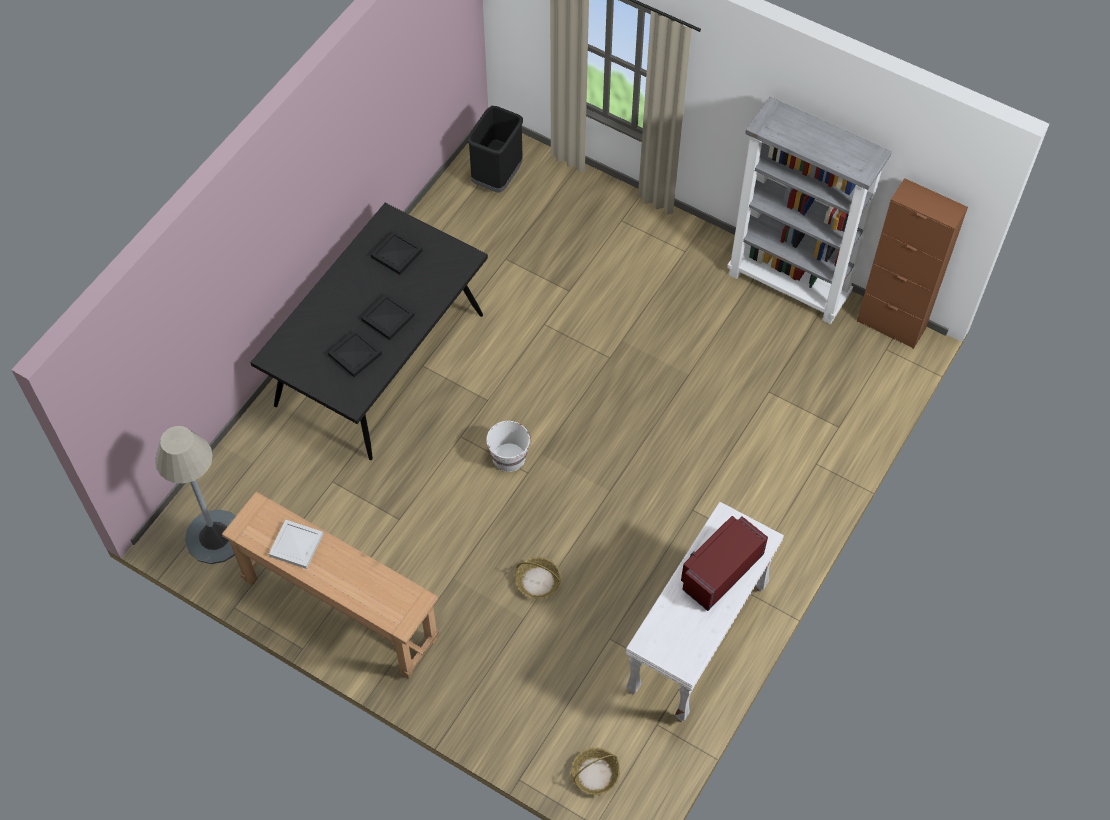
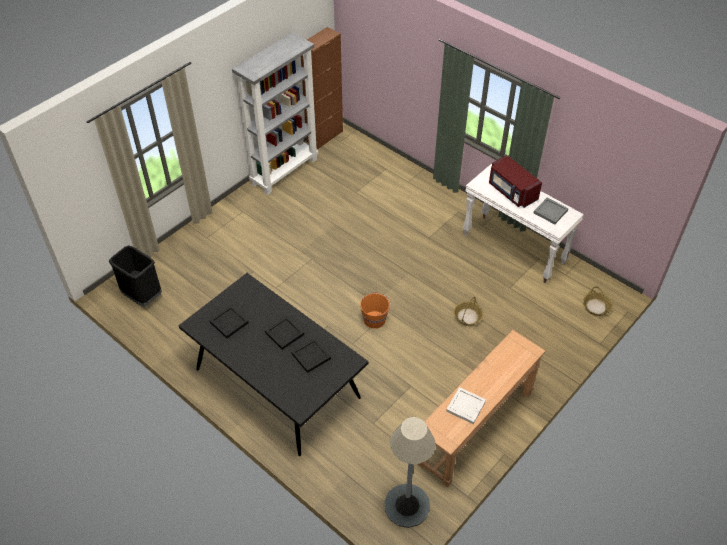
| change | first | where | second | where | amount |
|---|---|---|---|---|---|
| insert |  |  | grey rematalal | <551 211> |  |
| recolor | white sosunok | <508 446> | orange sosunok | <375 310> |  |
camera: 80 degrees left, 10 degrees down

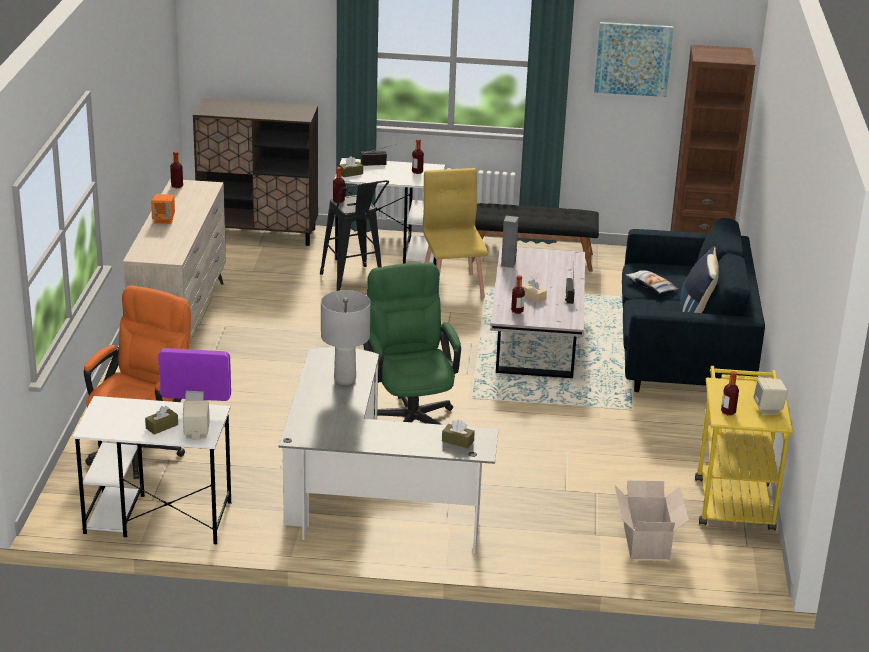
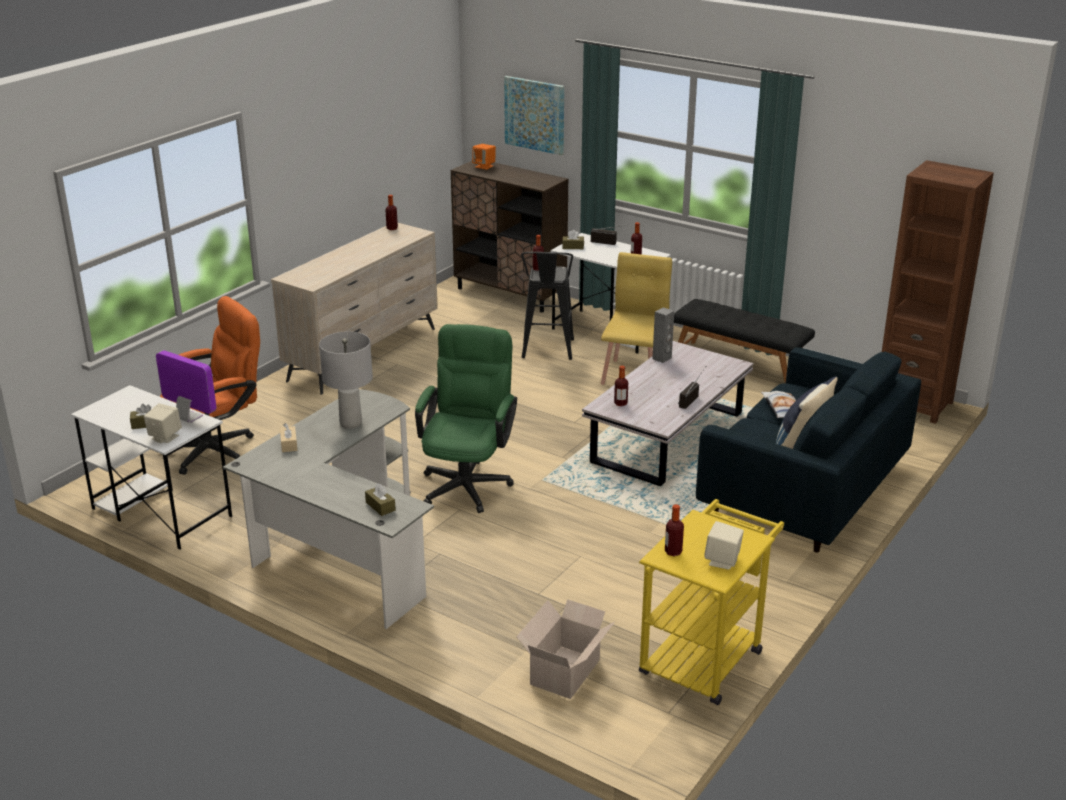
| change | first | where | second | where | amount |
|---|---|---|---|---|---|
| move | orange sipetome | <163 209> |  | <484 157> |  |
| move | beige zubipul | <534 291> |  | <289 437> |  |
| move | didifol | <634 59> |  | <534 115> |  |
camera: 30 degrees right, 0 degrees up

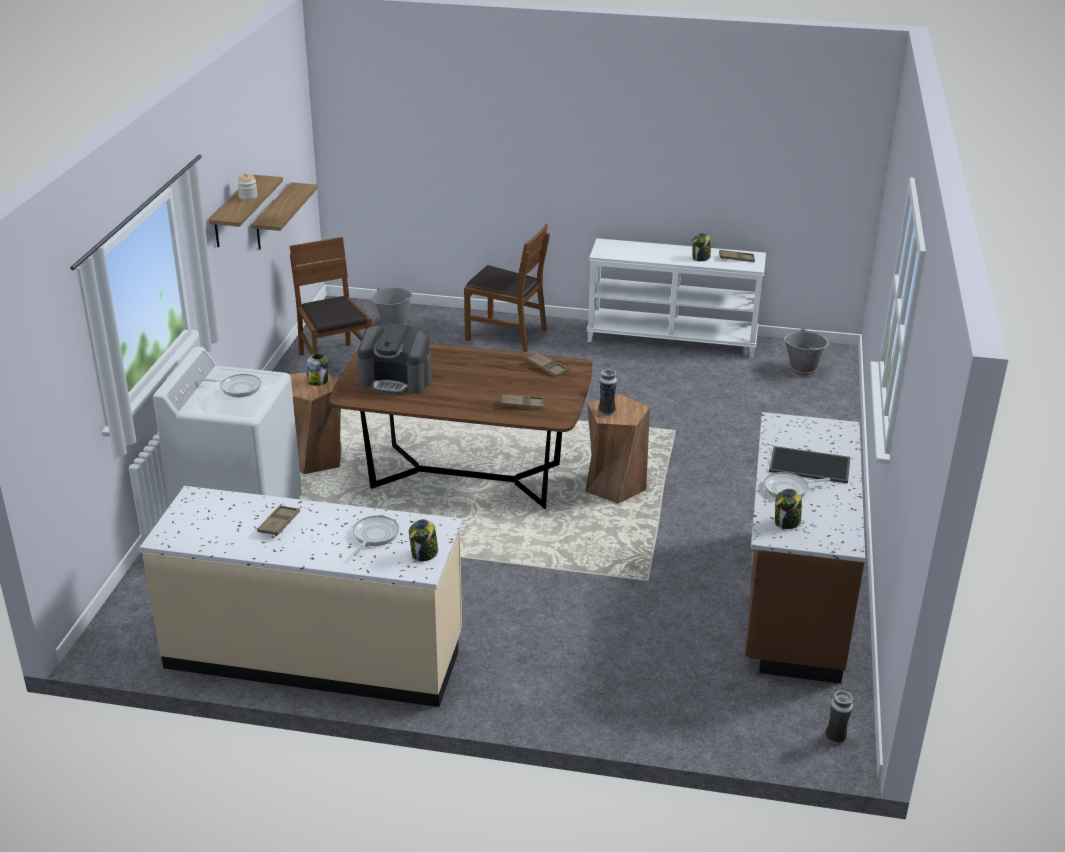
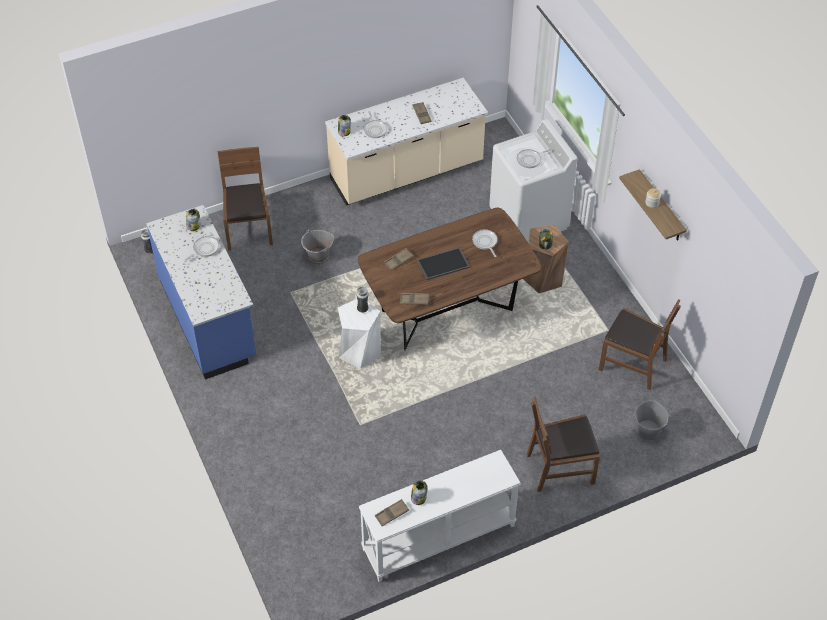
| change | first | where | second | where | amount |
|---|---|---|---|---|---|
| delete | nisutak | <285 216> |  |  |  |
| insert |  |  | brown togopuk | <245 198> |  |
| move | rematalal | <809 465> |  | <443 263> |  |
| move | grey sosunok | <806 352> |  | <317 247> |  |
| replace | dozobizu | <394 359> | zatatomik | <485 243> |  |
| recolor | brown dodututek | <617 449> | white dodututek | <359 334> |  |
| recolor | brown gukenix | <805 548> | blue gukenix | <201 292> |  |
camera: 145 degrees right, 20 degrees up

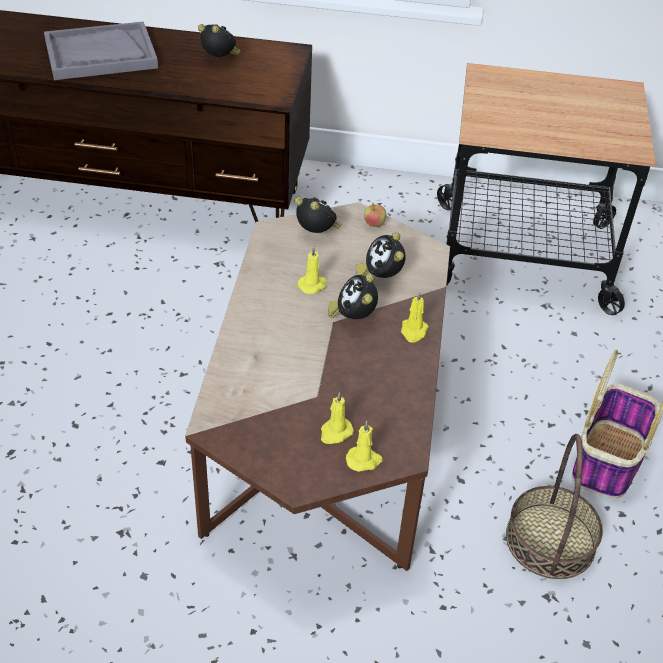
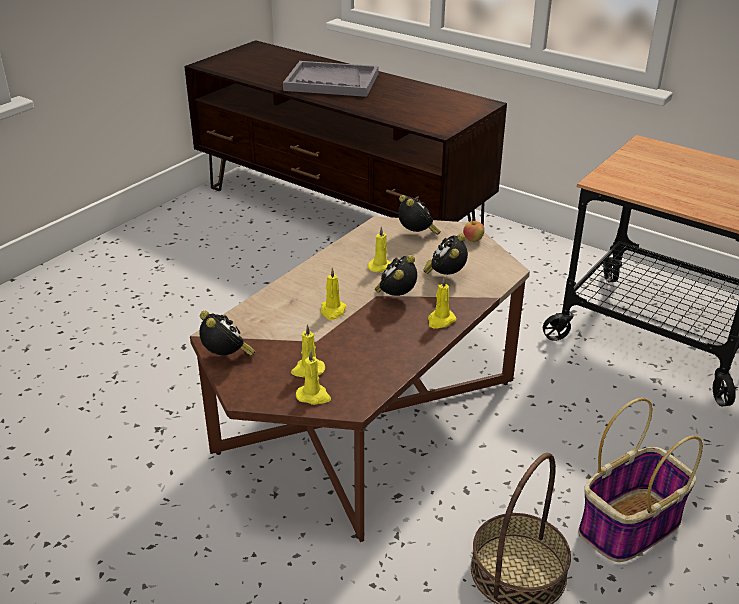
| change | first | where | second | where | amount |
|---|---|---|---|---|---|
| insert |  |  | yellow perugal | <334 293> |  |
| move | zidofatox | <219 40> |  | <227 333> |  |
camera: 30 degrees right, 10 degrees down

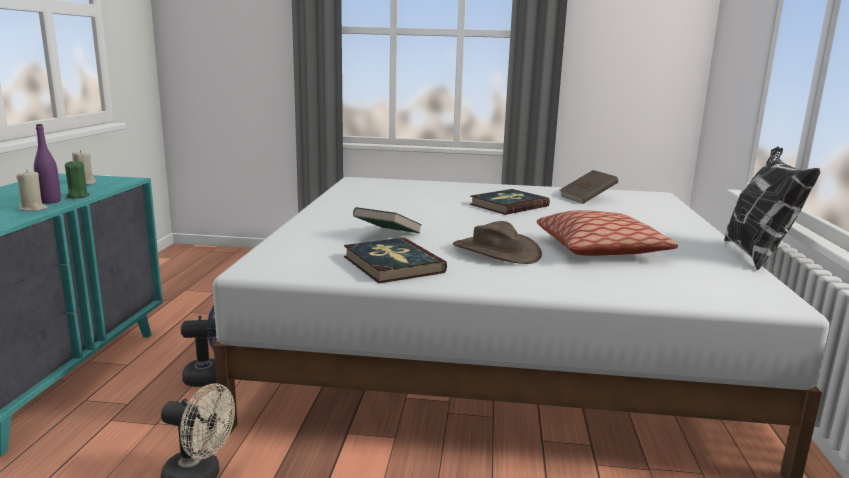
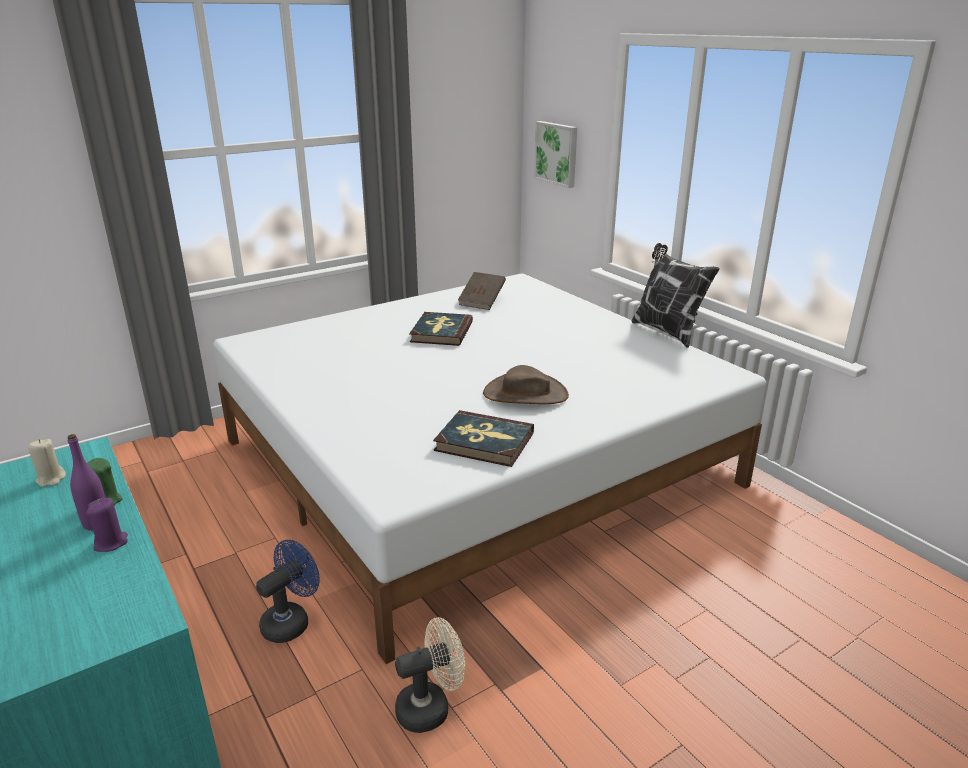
| change | first | where | second | where | amount |
|---|---|---|---|---|---|
| delete | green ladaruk | <387 220> |  |  |  |
| delete | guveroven | <607 233> |  |  |  |
| insert |  |  | didifol | <555 154> |  |
| recolor | beige perugal | <32 190> | purple perugal | <107 525> |  |
camera: 40 degrees left, 10 degrees up

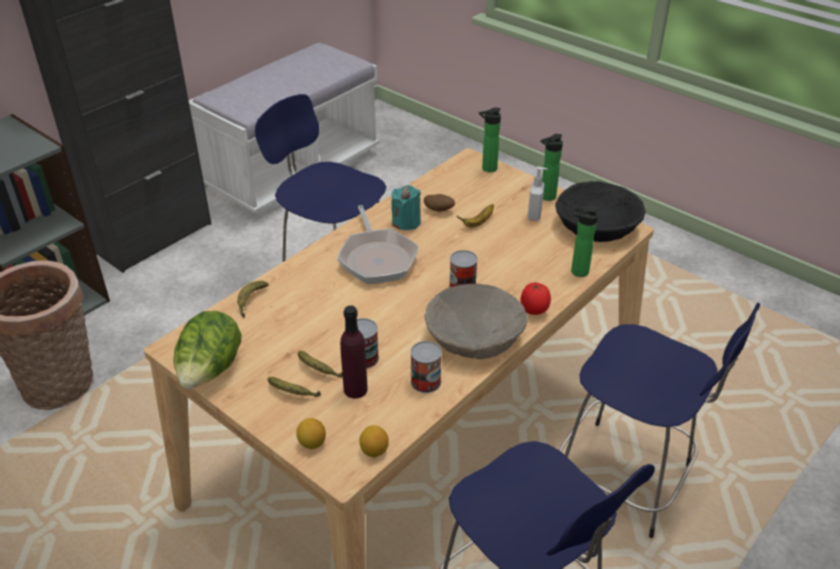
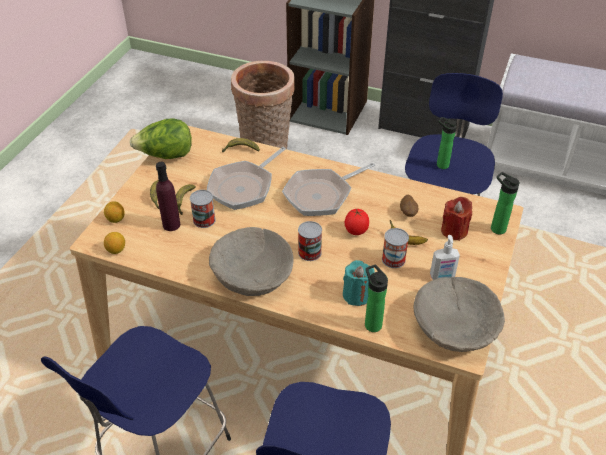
| change | first | where | second | where | amount |
|---|---|---|---|---|---|
| insert |  |  | zatatomik | <246 178> |  |
| insert |  |  | red perugal | <456 219> |  |
| move | turquoise perugal | <406 207> |  | <358 283> |  |
| move | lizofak | <426 367> |  | <395 248> |  |
| move | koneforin | <535 298> |  | <357 221> |  |
| move | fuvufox | <551 167> |  | <447 143> |  |
| recolor | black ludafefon | <600 211> | beige ludafefon | <459 314> |  |
camera: 70 degrees right, 5 degrees up

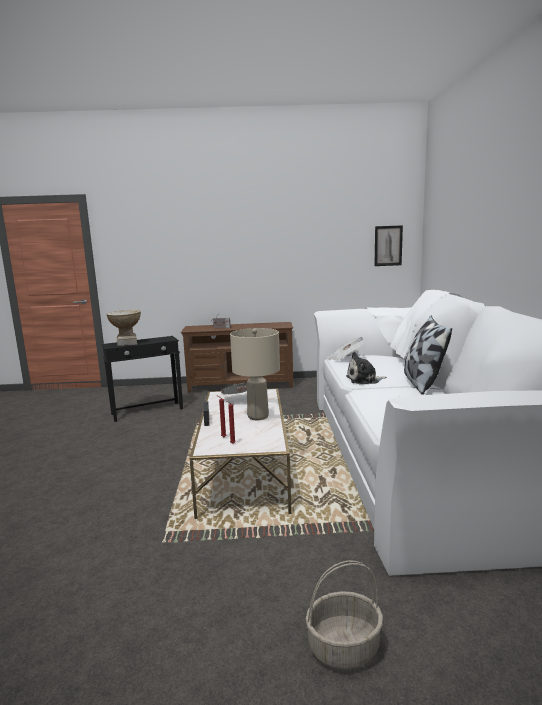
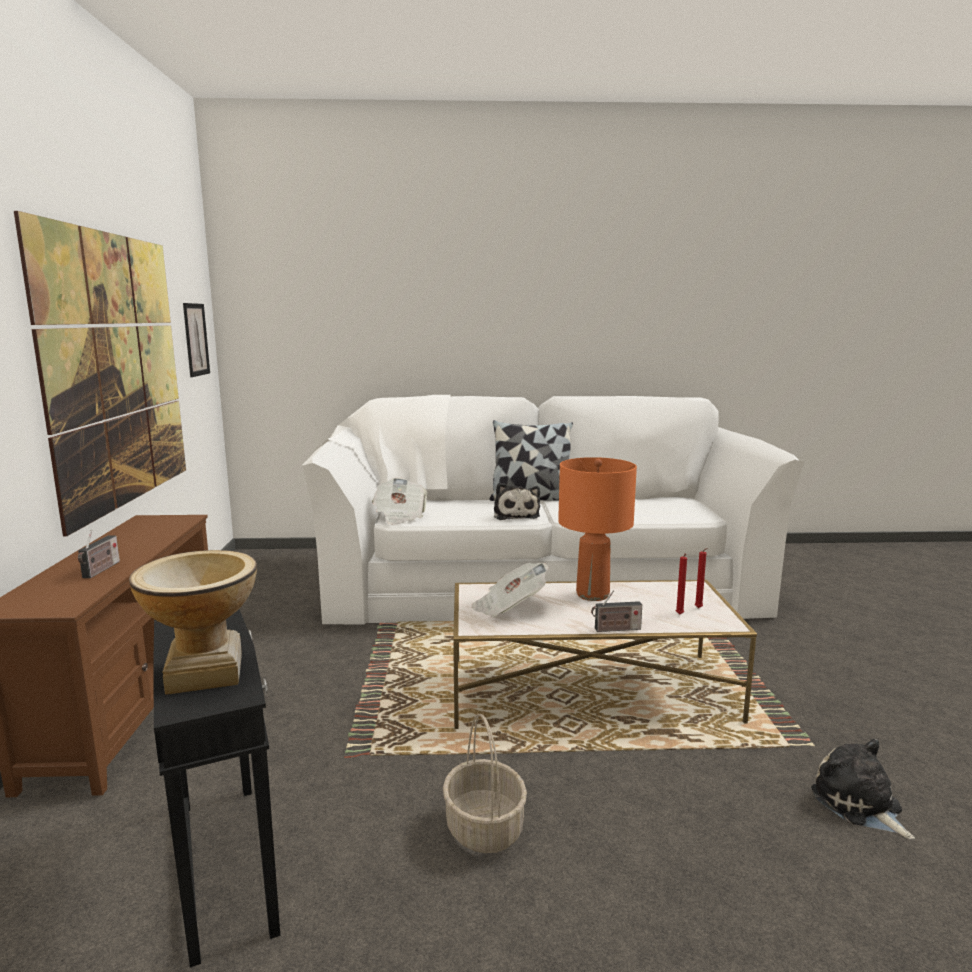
| change | first | where | second | where | amount |
|---|---|---|---|---|---|
| insert |  |  | didifol | <100 373> |  |
| insert |  |  | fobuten | <863 789> |  |
| move | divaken | <344 615> |  | <485 783> |  |
| recolor | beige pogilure | <255 374> | orange pogilure | <597 529> |  |
camera: 90 degrees left, 0 degrees up

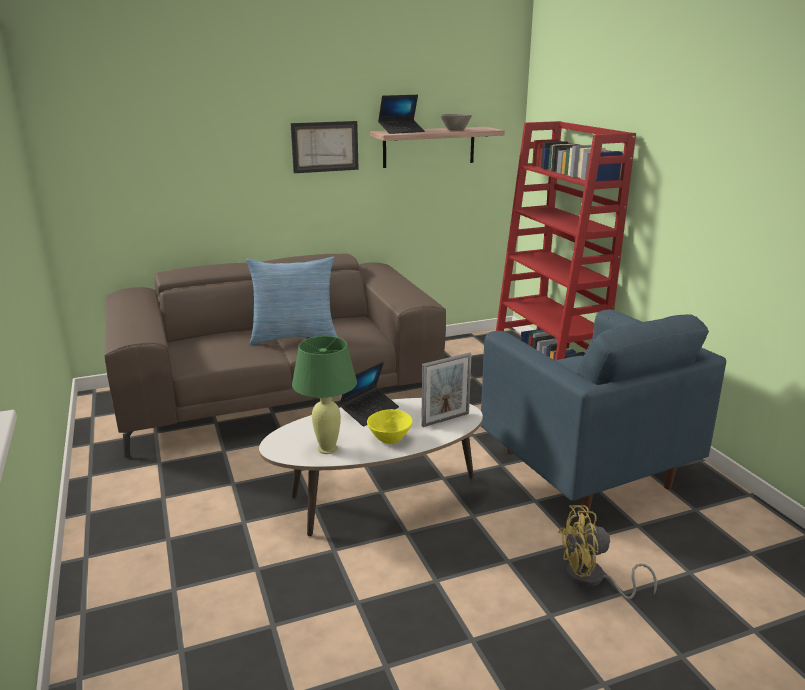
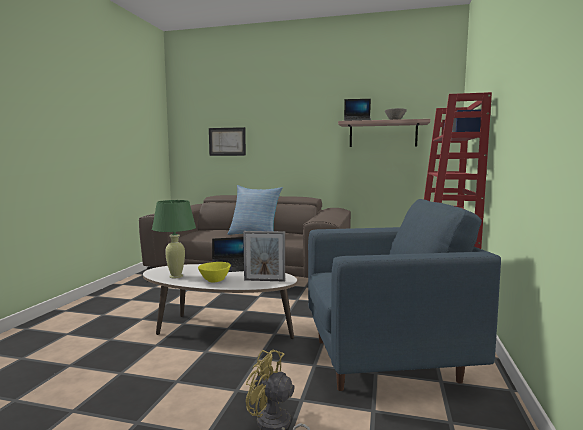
| change | first | where | second | where | amount |
|---|---|---|---|---|---|
| move | didifol | <325 147> |  | <227 141> |  |
| rotate | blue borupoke | <603 412> |  | <404 295> | 105 degrees counterclockwise |
camera: 35 degrees right, 15 degrees down

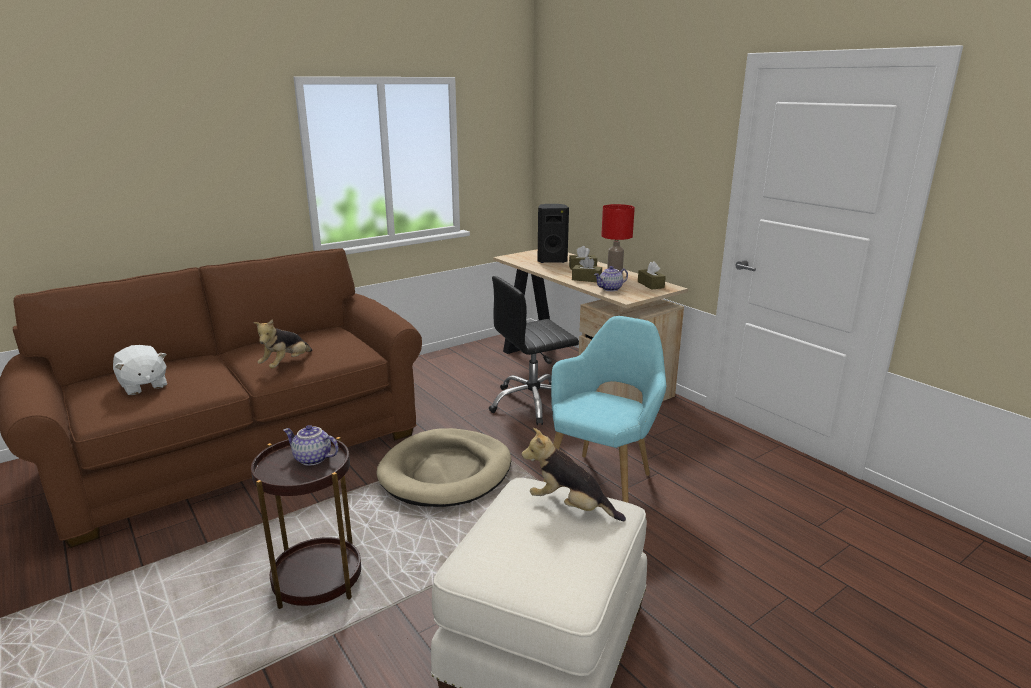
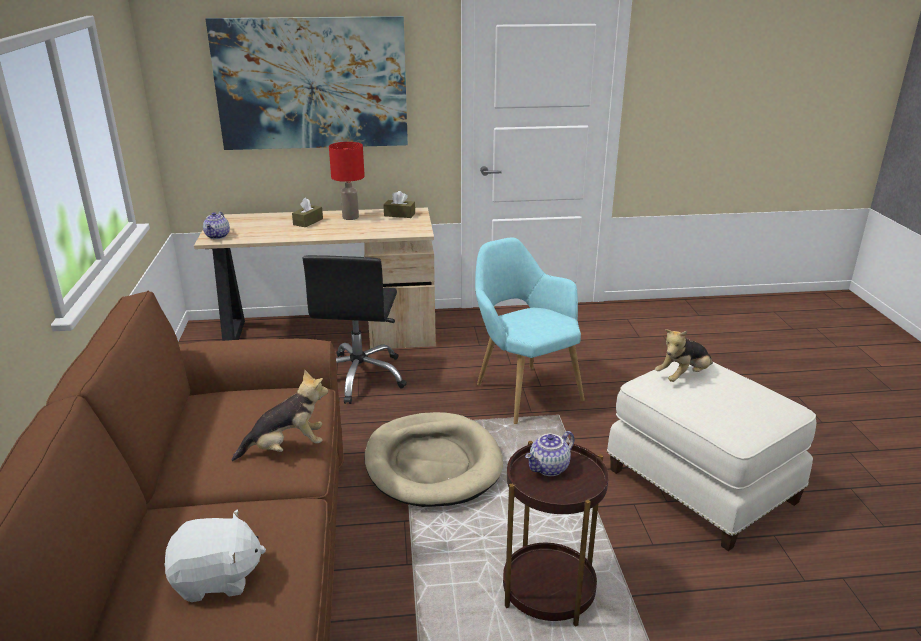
| change | first | where | second | where | amount |
|---|---|---|---|---|---|
| delete | black sipetome | <553 233> |  |  |  |
| delete | brown zubipul | <587 269> |  |  |  |
| insert |  |  | didifol | <306 83> |  |
| move | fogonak | <611 278> |  | <216 225> |  |
| rotate | fobuten | <283 343> |  | <280 415> | 75 degrees counterclockwise |
camera: 60 degrees left, 5 degrees up

